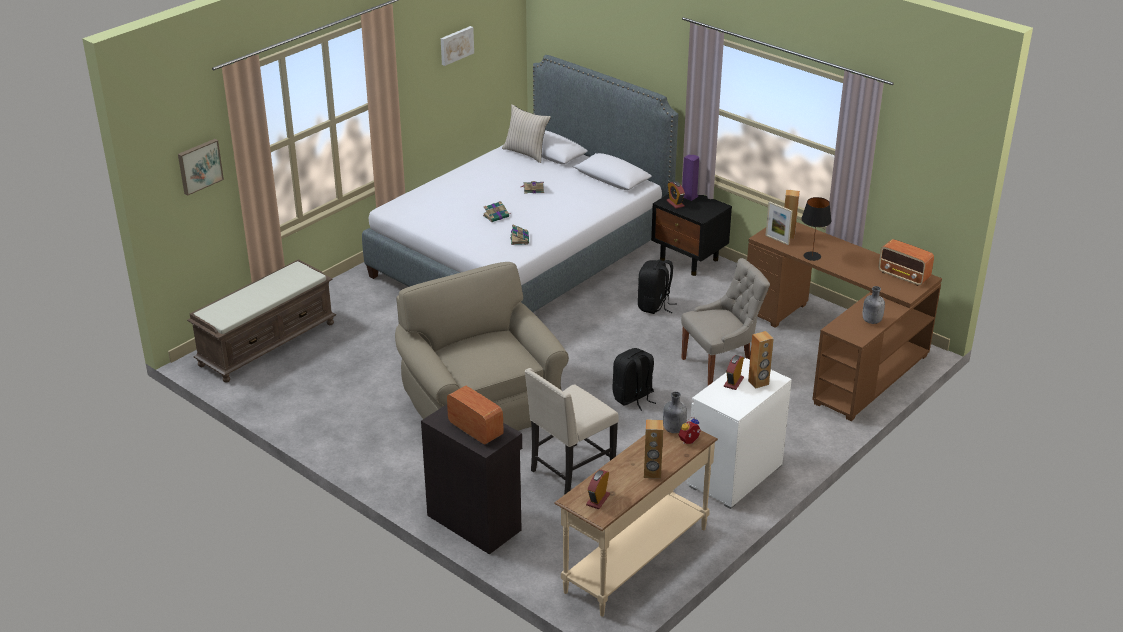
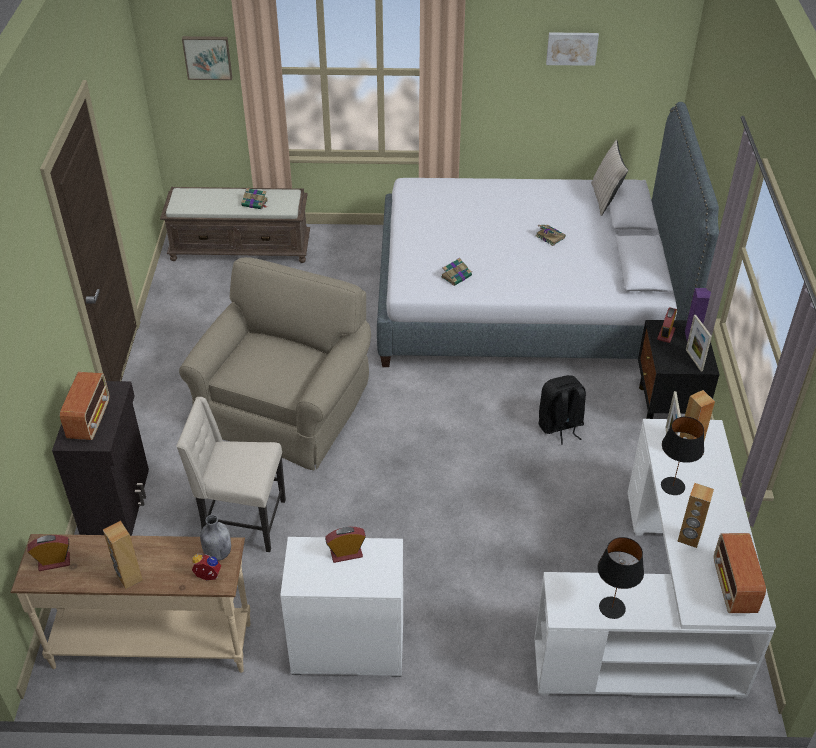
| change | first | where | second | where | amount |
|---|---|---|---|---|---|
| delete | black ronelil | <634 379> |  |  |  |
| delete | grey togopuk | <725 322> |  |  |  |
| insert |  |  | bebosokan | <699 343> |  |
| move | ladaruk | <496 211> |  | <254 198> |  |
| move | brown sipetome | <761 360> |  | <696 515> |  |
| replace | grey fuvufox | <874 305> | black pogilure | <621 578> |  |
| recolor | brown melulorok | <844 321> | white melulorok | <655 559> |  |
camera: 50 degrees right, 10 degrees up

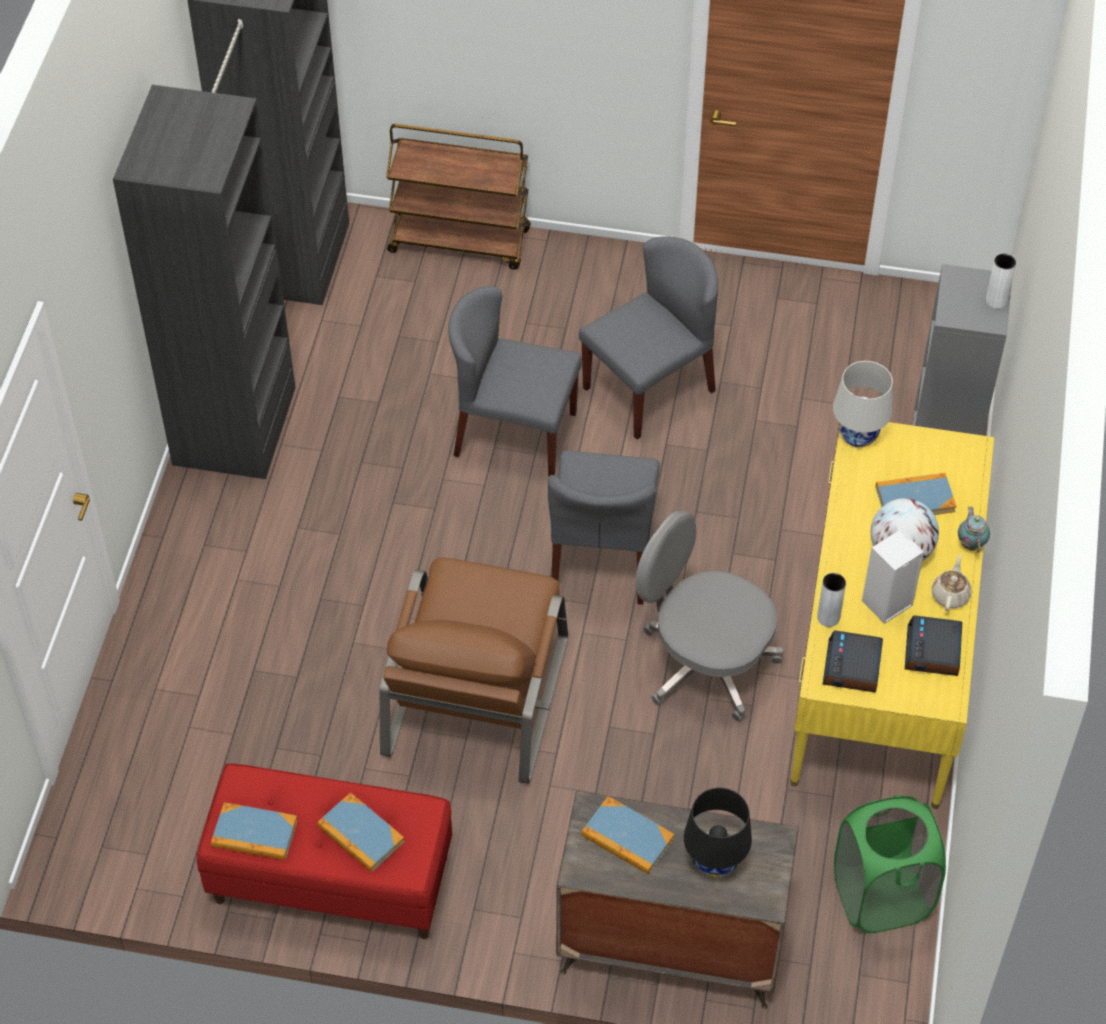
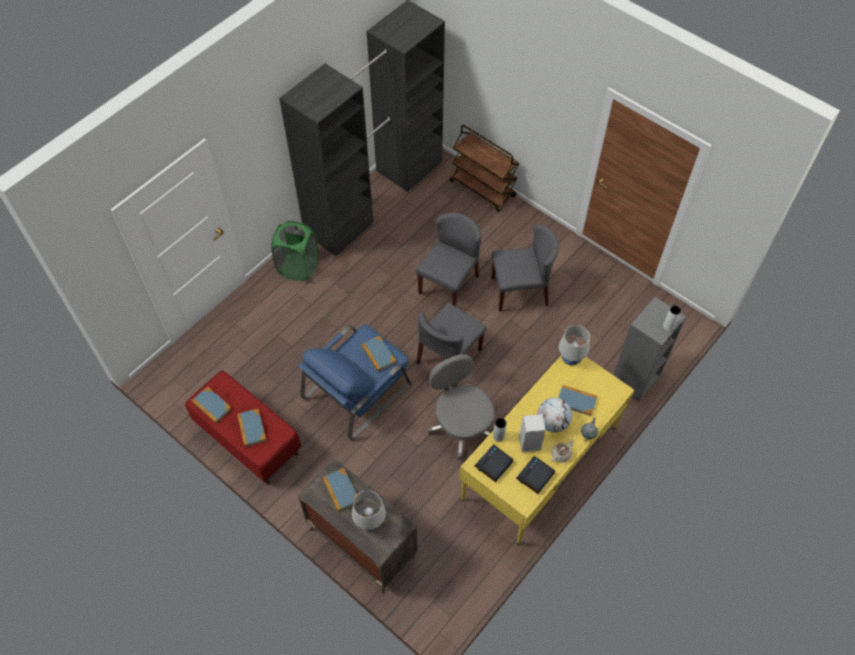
| change | first | where | second | where | amount |
|---|---|---|---|---|---|
| insert |  |  | ladaruk | <379 353> |  |
| move | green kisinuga | <890 864> |  | <295 251> |  |
| recolor | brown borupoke | <474 670> | blue borupoke | <354 382> |  |
| recolor | black pogilure | <718 833> | white pogilure | <369 510> |  |
| rotate | grey togopuk | <515 381> |  | <448 260> | 75 degrees clockwise |
camera: 30 degrees right, 5 degrees up

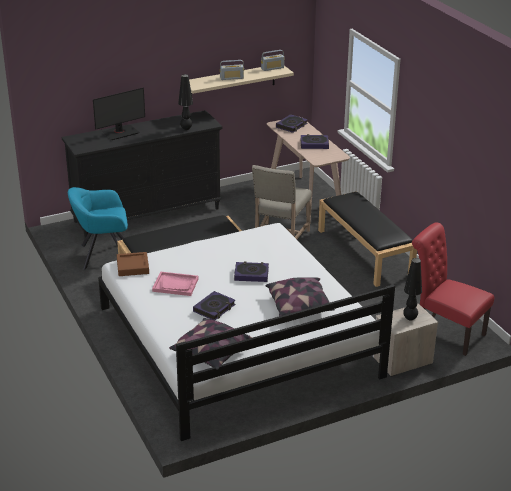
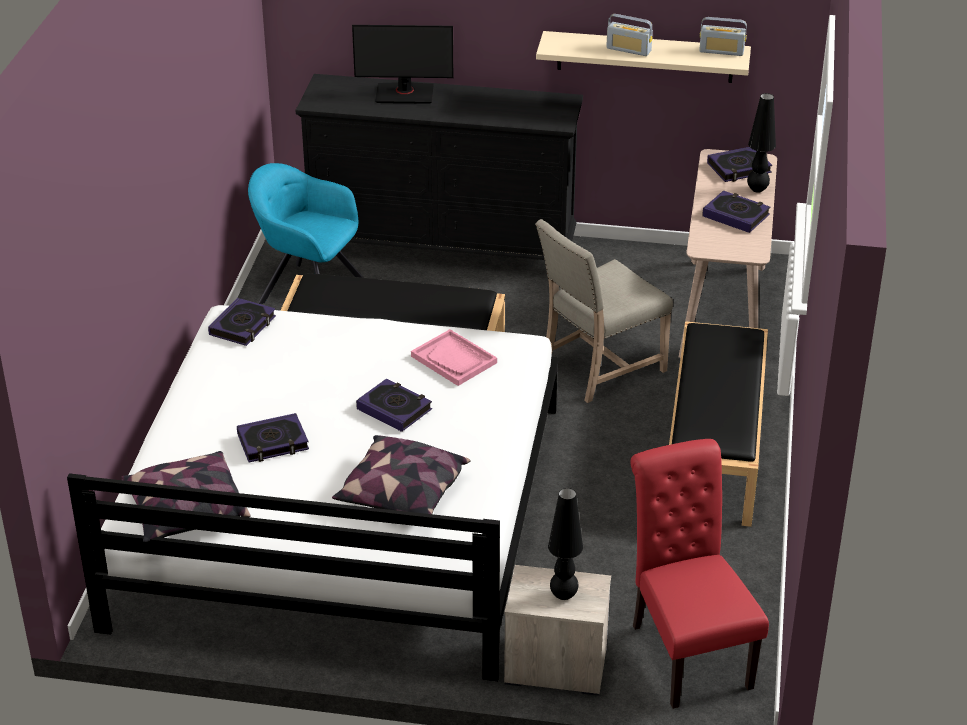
| change | first | where | second | where | amount |
|---|---|---|---|---|---|
| move | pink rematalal | <175 284> |  | <454 357> |  |
| move | black pogilure | <185 102> |  | <761 143> |  |
| replace | brown rematalal | <133 264> | ladaruk | <242 322> |  |
camera: 35 degrees right, 5 degrees up

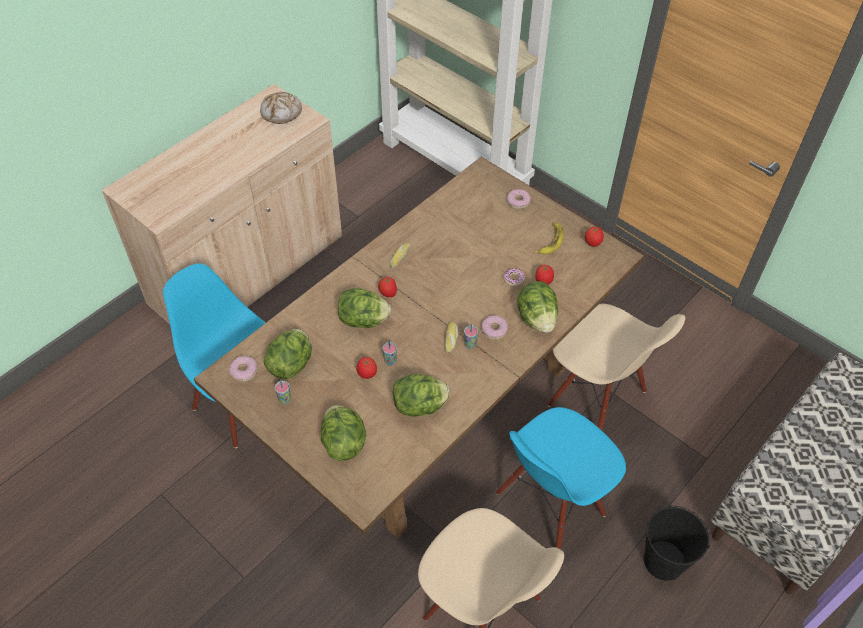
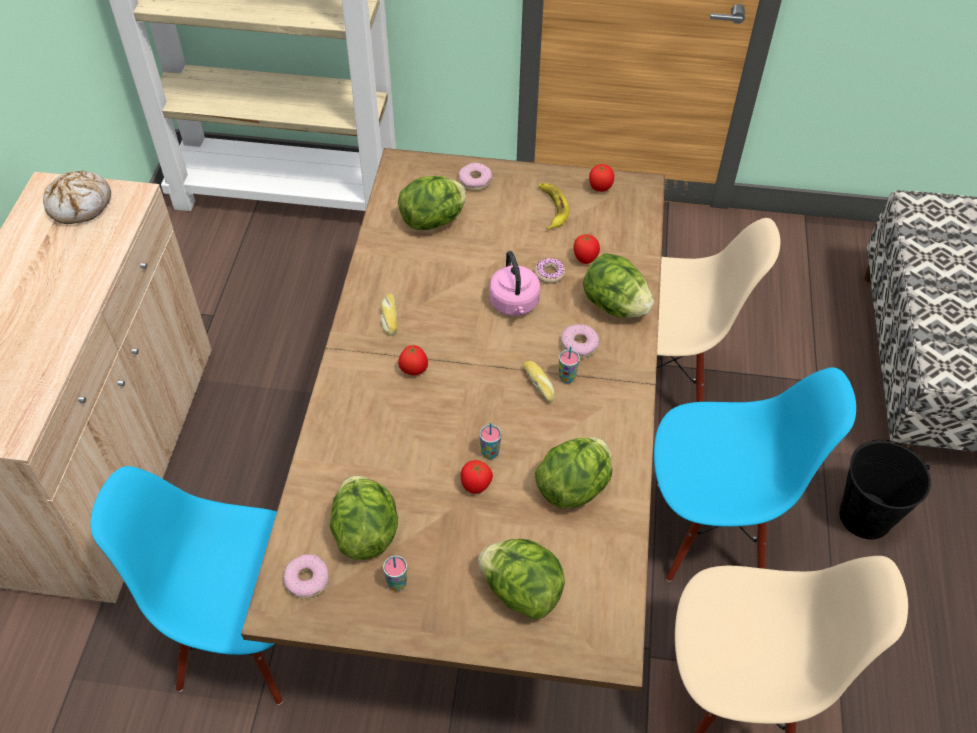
| change | first | where | second | where | amount |
|---|---|---|---|---|---|
| insert |  |  | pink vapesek | <514 283> |  |
| move | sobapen | <364 308> |  | <432 203> |  |
| rotate | blue togopuk | <561 478> |  | <755 474> | 105 degrees counterclockwise |
camera: 35 degrees left, 0 degrees up

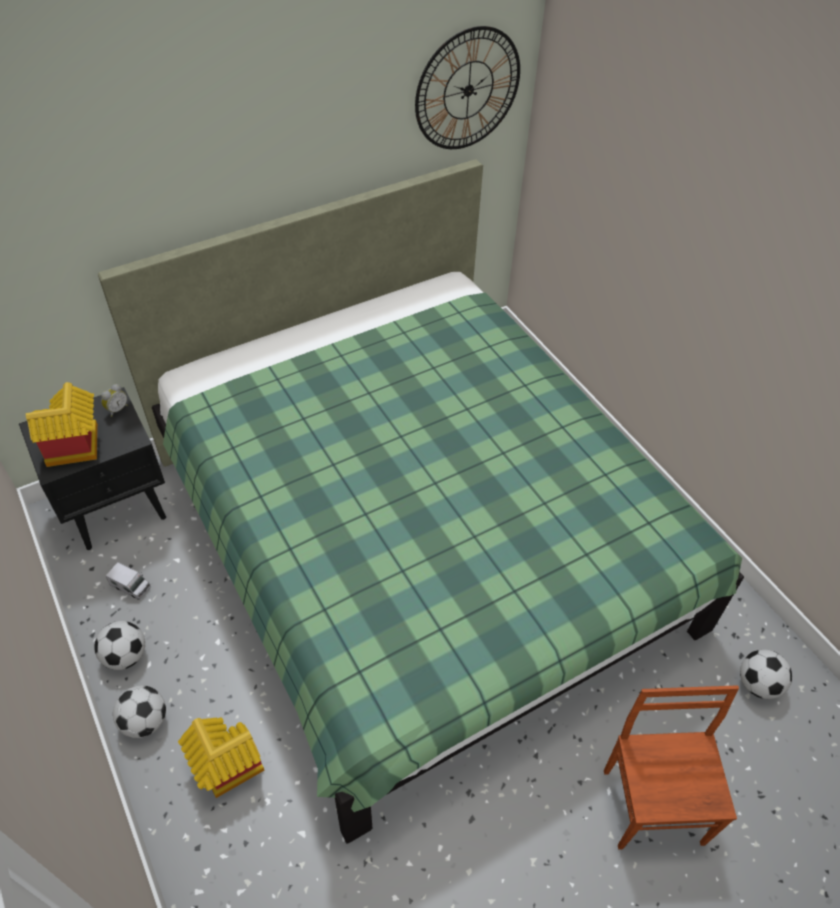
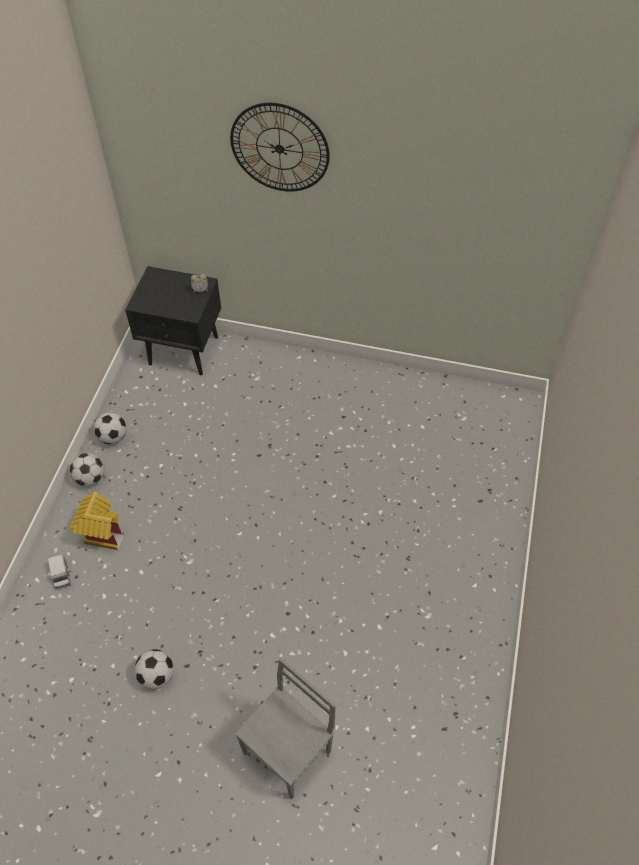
| change | first | where | second | where | amount |
|---|---|---|---|---|---|
| delete | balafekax | <62 424> |  |  |  |
| delete | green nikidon | <421 501> |  |  |  |
| move | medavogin | <128 581> |  | <59 572> |  |
| move | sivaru | <467 87> |  | <280 147> |  |
| move | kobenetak | <766 674> |  | <154 669> |  |
| recolor | brown togopuk | <671 767> | grey togopuk | <285 728> |  |
camera: 45 degrees right, 5 degrees up

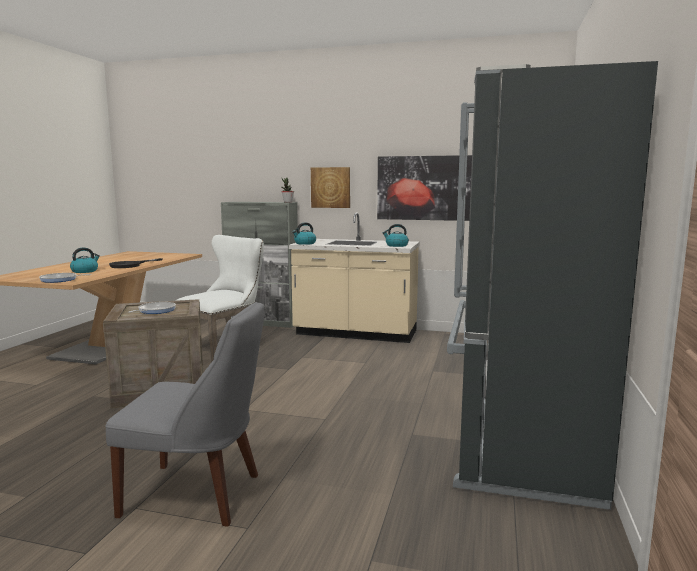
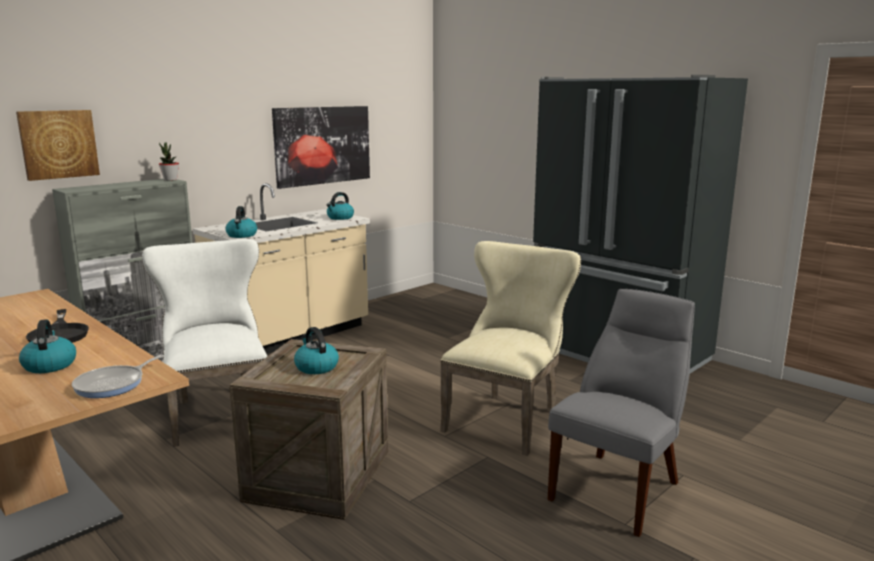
| change | first | where | second | where | amount |
|---|---|---|---|---|---|
| insert |  |  | beige togopuk | <510 348> |  |
| move | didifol | <330 187> |  | <58 145> |  |
| replace | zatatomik | <152 308> | vapesek | <316 350> |  |
camera: 60 degrees left, 5 degrees up

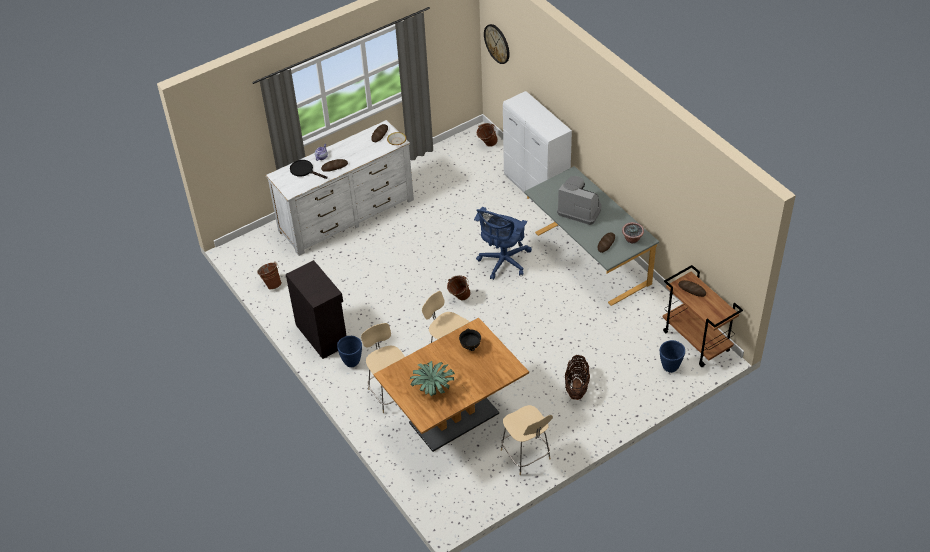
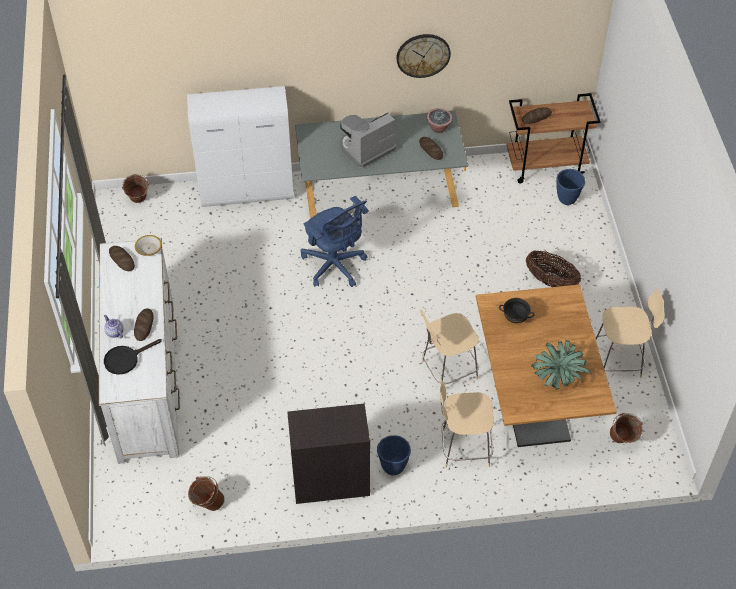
| change | first | where | second | where | amount |
|---|---|---|---|---|---|
| move | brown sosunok | <459 287> |  | <626 428> |  |
| move | sivaru | <497 44> |  | <423 56> |  |
camera: 65 degrees left, 5 degrees up

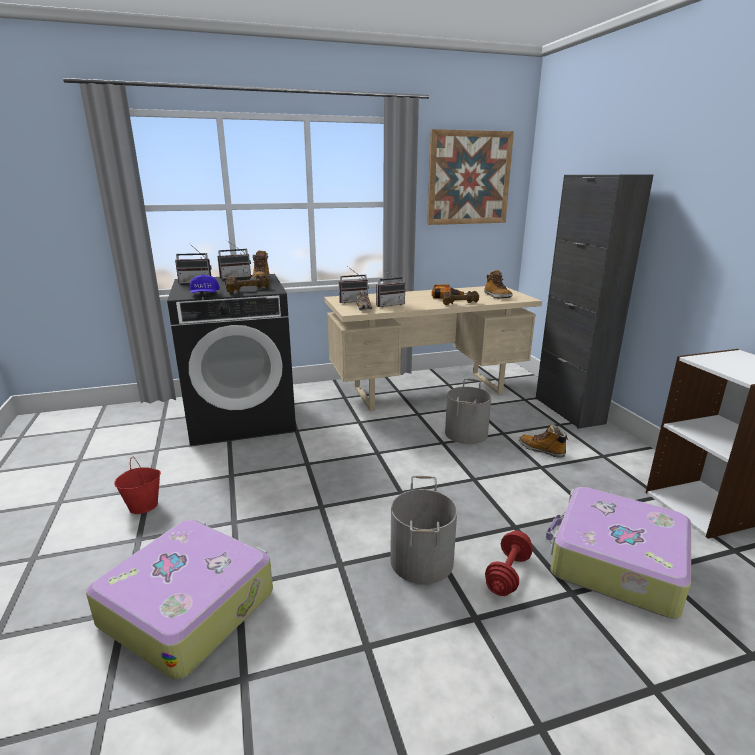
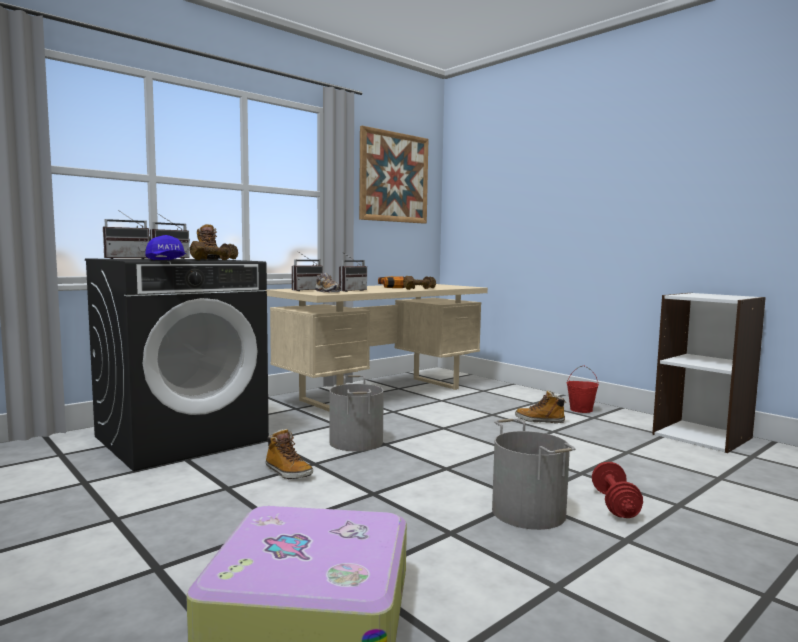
| change | first | where | second | where | amount |
|---|---|---|---|---|---|
| delete | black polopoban | <594 302> |  |  |  |
| delete | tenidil | <618 553> |  |  |  |
| move | red sosunok | <137 485> |  | <583 389> |  |
| move | grey sosunok | <468 411> |  | <356 413> |  |
| move | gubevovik | <498 284> |  | <289 454> |  |
camera: 25 degrees left, 15 degrees down

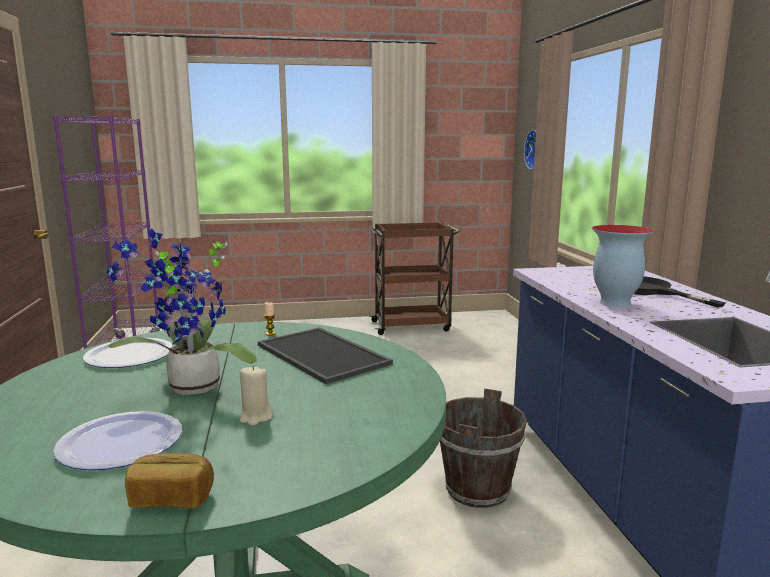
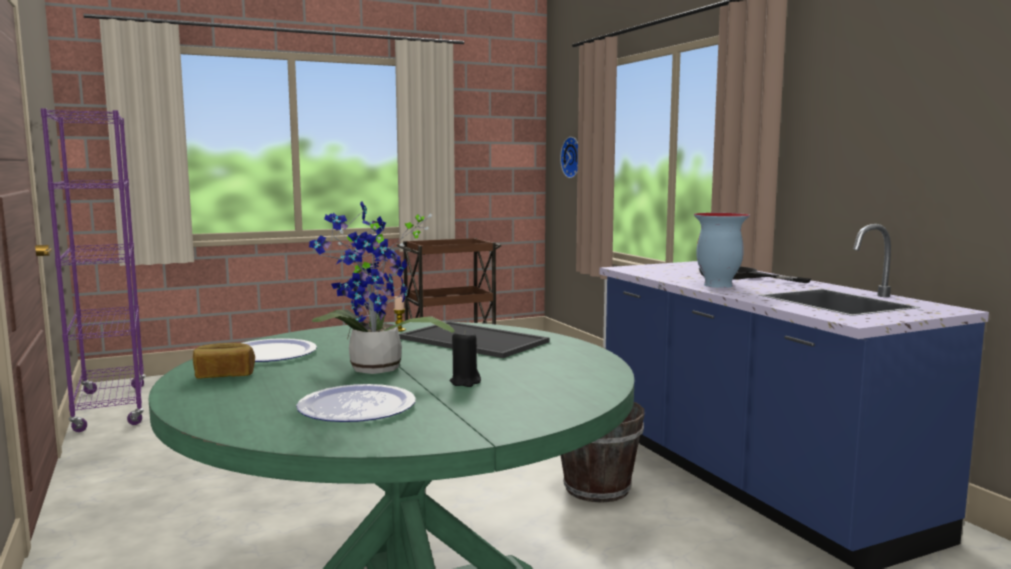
| change | first | where | second | where | amount |
|---|---|---|---|---|---|
| move | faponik | <169 481> |  | <224 361> |  |
| recolor | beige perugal | <256 395> | black perugal | <465 358> |  |
camera: 15 degrees left, 5 degrees down

